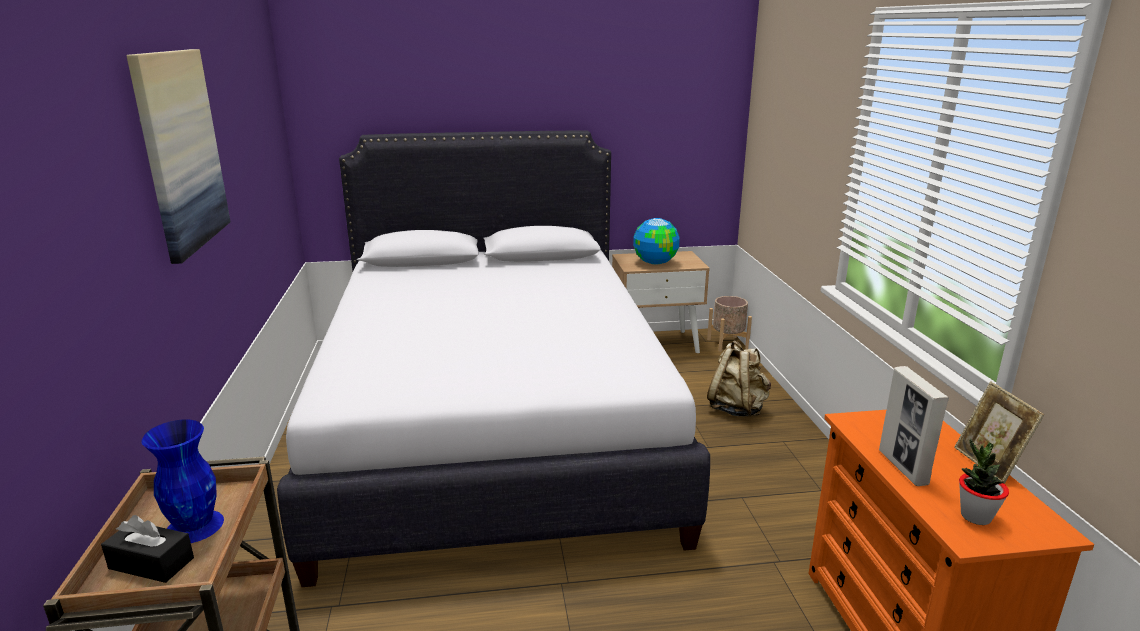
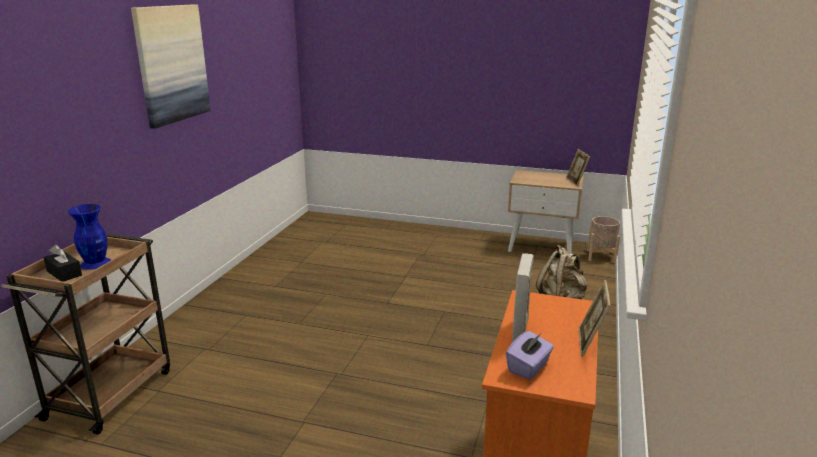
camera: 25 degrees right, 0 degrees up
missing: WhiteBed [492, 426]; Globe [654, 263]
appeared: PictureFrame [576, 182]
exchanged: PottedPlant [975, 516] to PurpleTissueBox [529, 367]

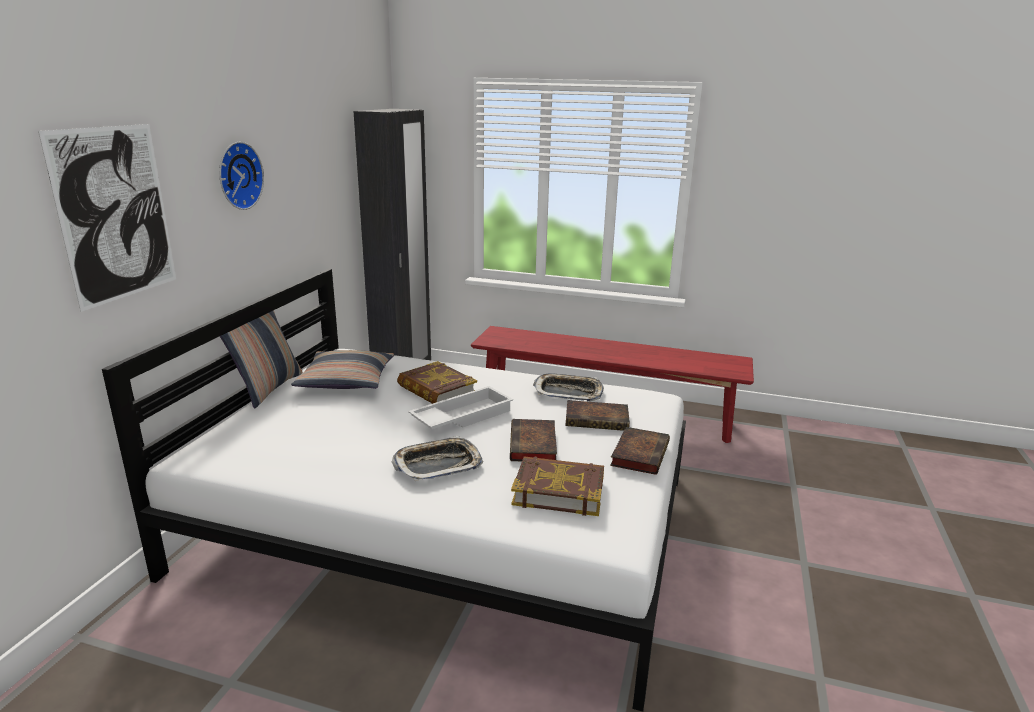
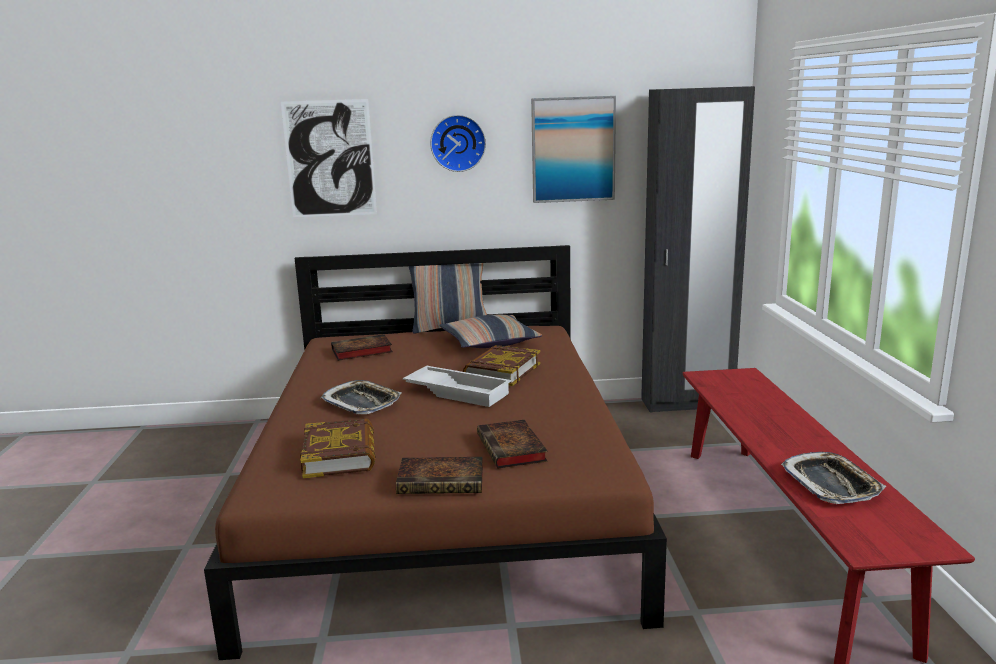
camera: 70 degrees right, 5 degrees down
appeared: Picture [573, 149]
relocated: Book [533, 445] to [360, 351]; Tray [568, 392] to [831, 484]
colour: WhiteBed [447, 522] to BrownBed [445, 495]

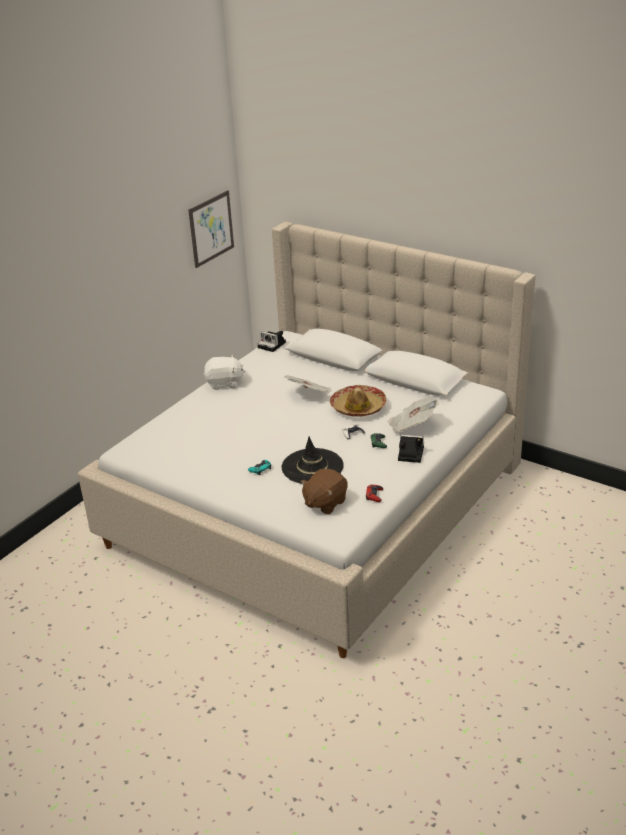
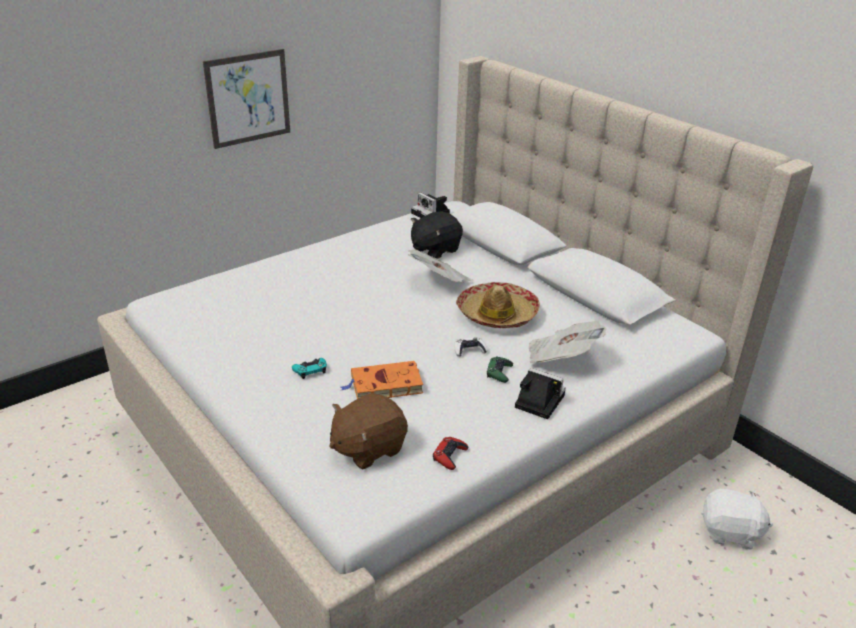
camera: 15 degrees right, 0 degrees up
appeared: BlackPlushToy [435, 249]
relocated: Picture [211, 228] to [248, 98]; WhitePlushToy [224, 383] to [730, 532]
exchanged: BlackHat [312, 467] to OrangeBook [384, 385]

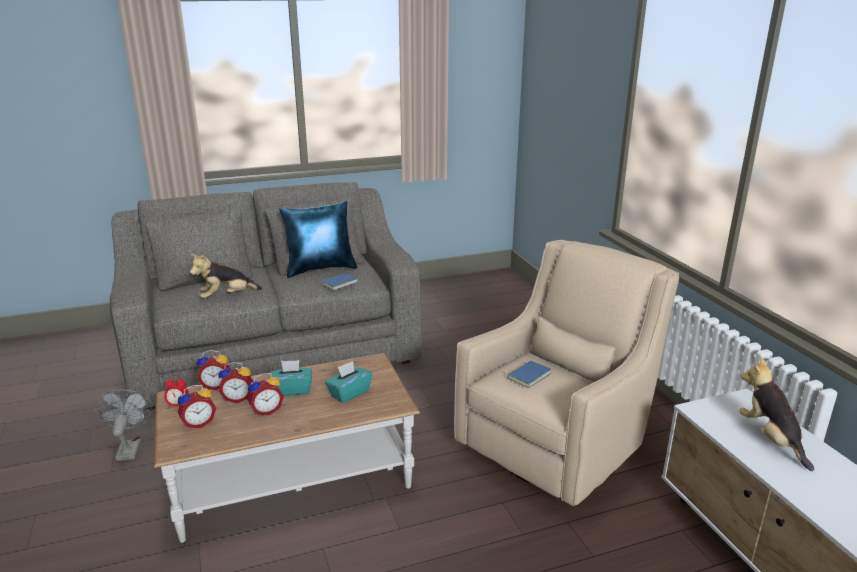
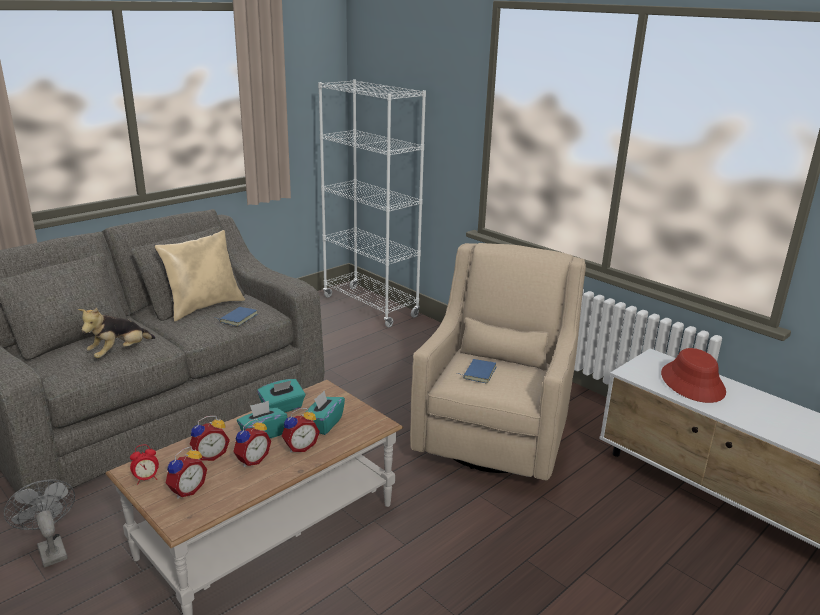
camera: 25 degrees left, 0 degrees up
appeared: TurquoiseTissueBox [282, 408]; WhiteBookcase [370, 307]
relocated: AlarmClock [216, 385] to [300, 447]
exchanged: PlushToy [770, 439] to RedHat [692, 383]
colour: BluePillow [320, 269] to BeigePillow [204, 307]

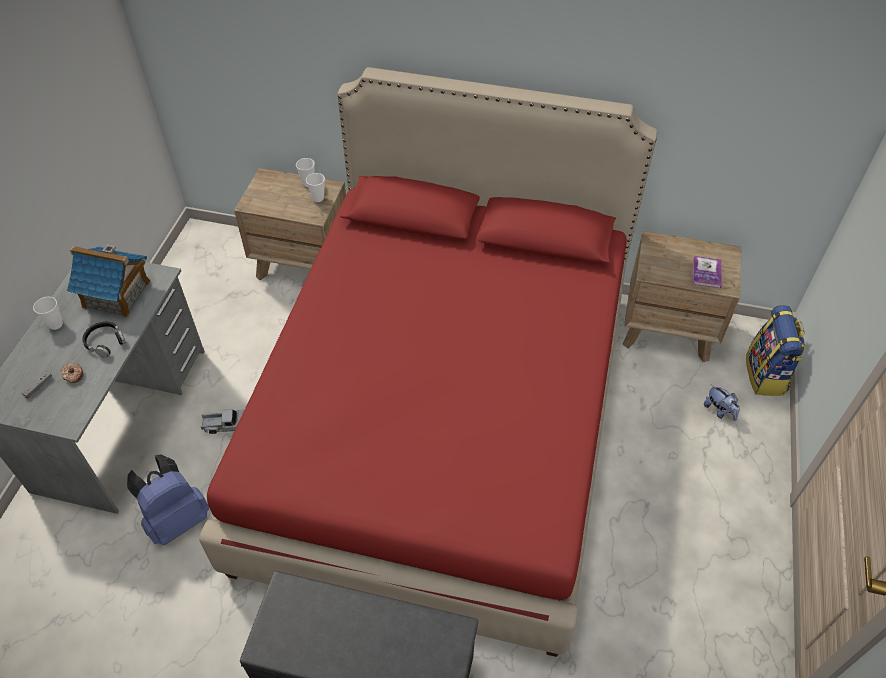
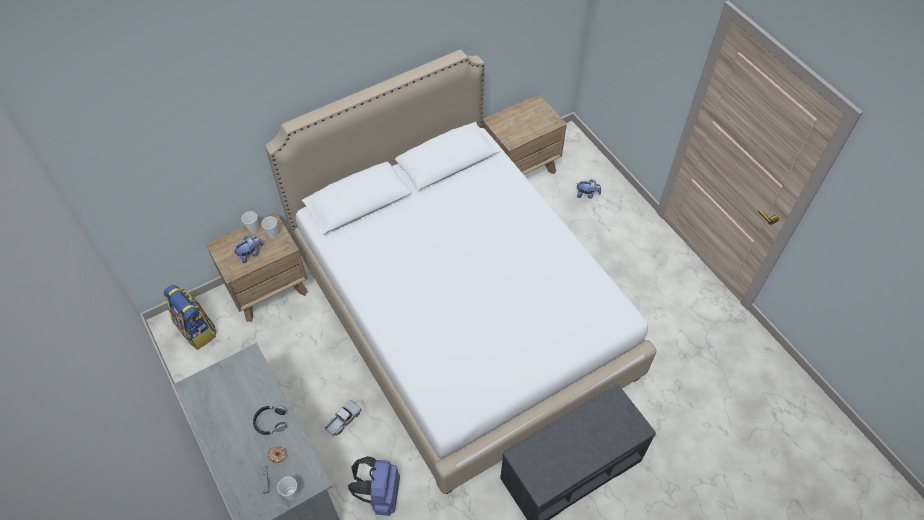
camera: 45 degrees left, 5 degrees up
missing: ToyHouse [117, 294]; Book [706, 273]
appeared: PlushToy [250, 254]
relocated: Cup [56, 324] to [291, 494]; Backpack [766, 375] to [197, 330]
colour: RedBed [442, 421] to WhiteBed [461, 313]

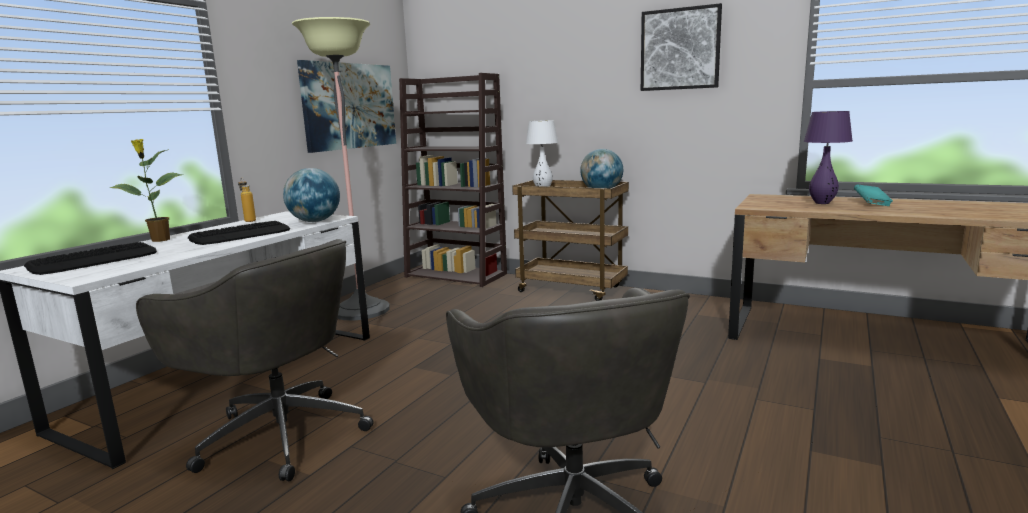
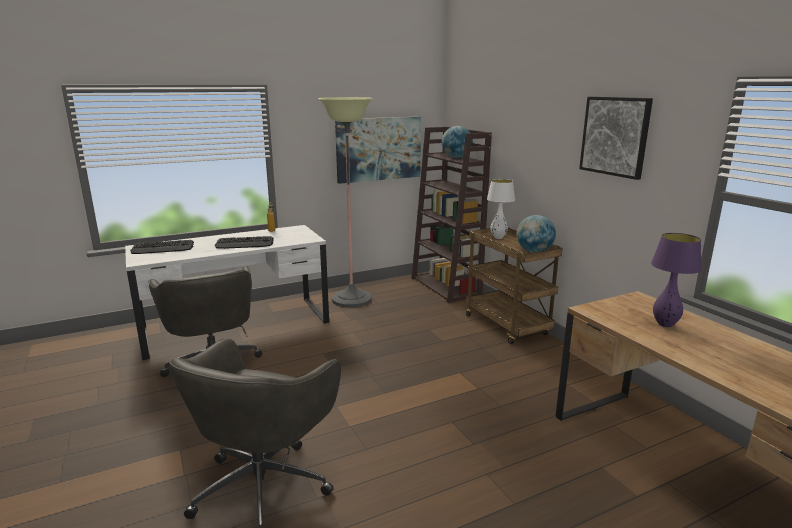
camera: 35 degrees right, 5 degrees up
missing: PottedPlant [159, 240]; TurquoiseBook [871, 204]
relocated: Globe [315, 221] to [456, 157]

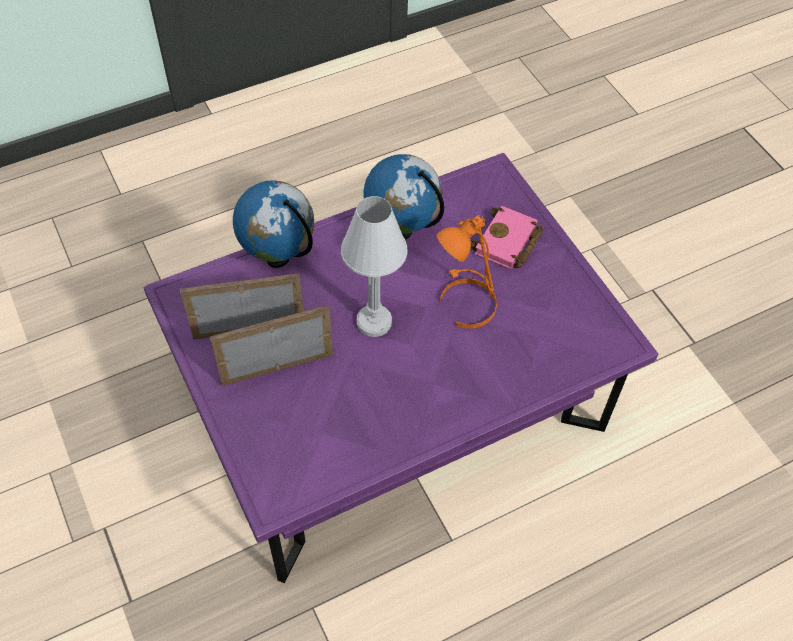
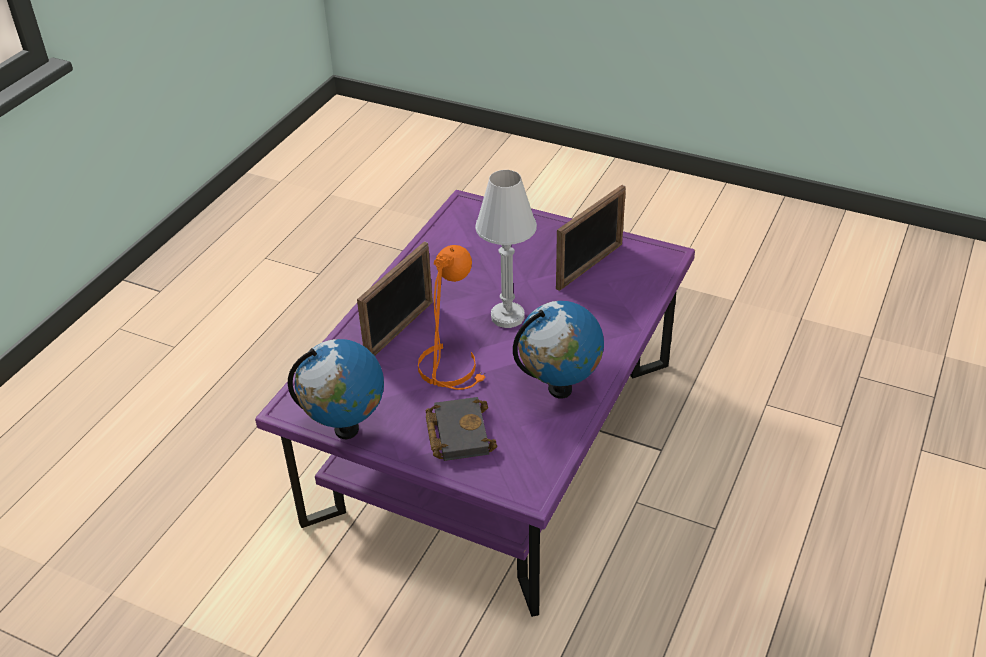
camera: 145 degrees right, 15 degrees down
relocated: PictureFrame [277, 367] to [400, 330]; Globe [278, 257] to [346, 429]
colour: PinkBook [507, 243] to BlackBook [457, 432]

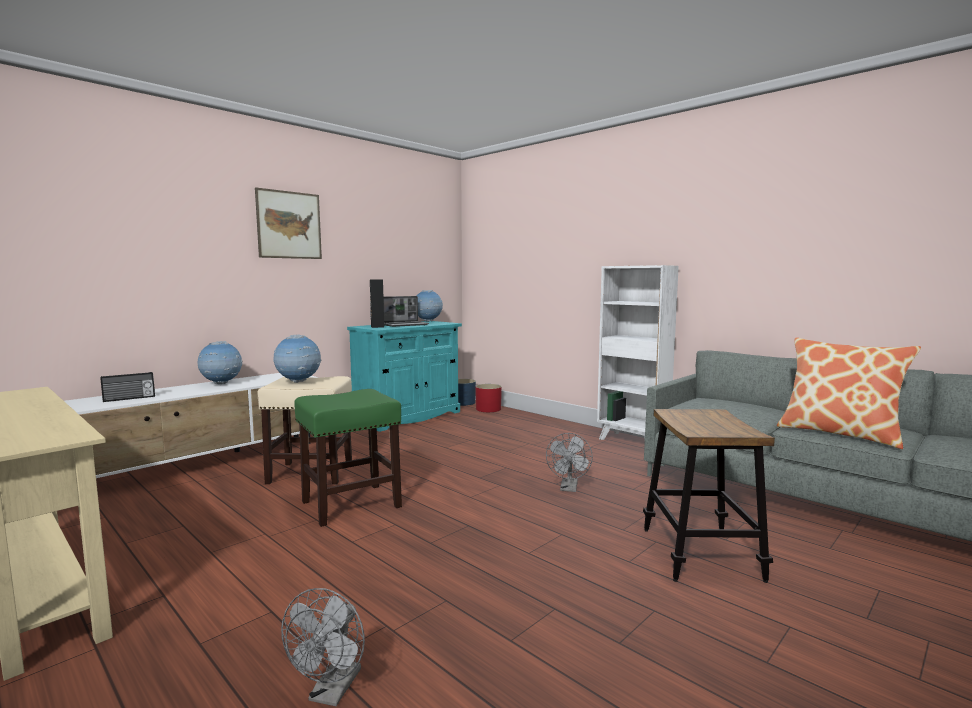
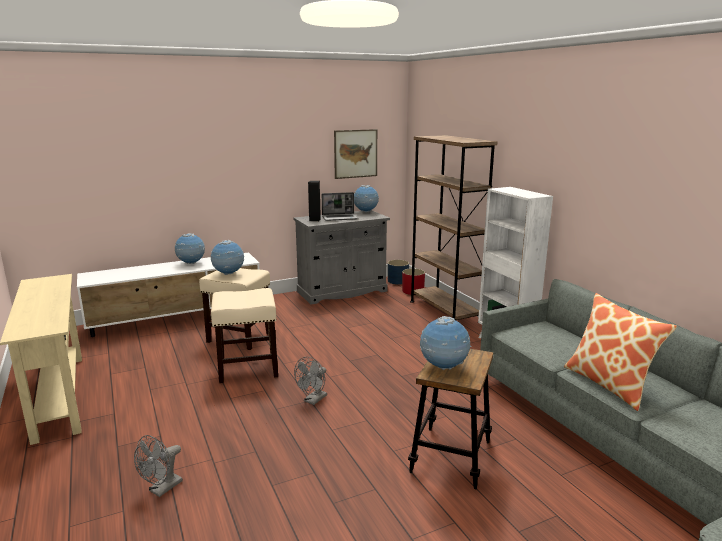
camera: 20 degrees right, 10 degrees up
missing: Radio [129, 398]
appeared: BrownBookcase [444, 311]; Globe [443, 367]
relocated: Picture [289, 225] to [355, 153]; GreyFan [569, 488] to [313, 400]
colour: GreenStool [350, 504] to BeigeStool [247, 369]; TurquoiseCabinet [408, 417] to GreyCabinet [342, 291]

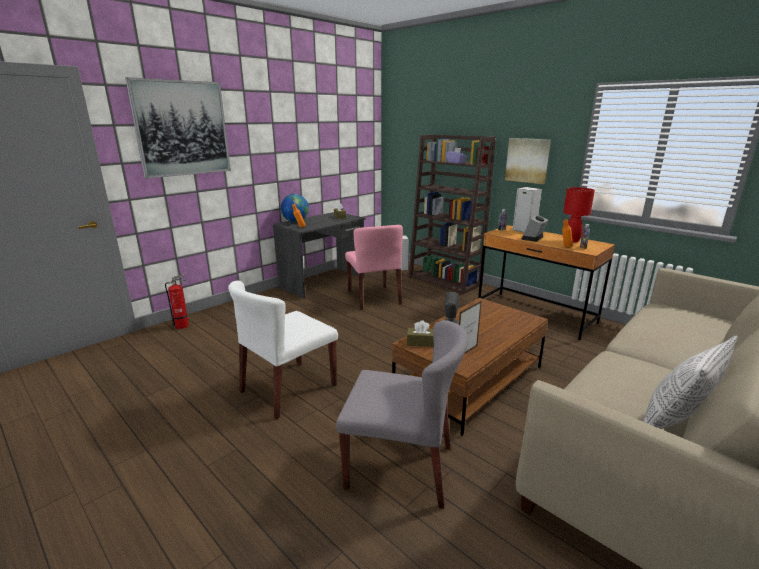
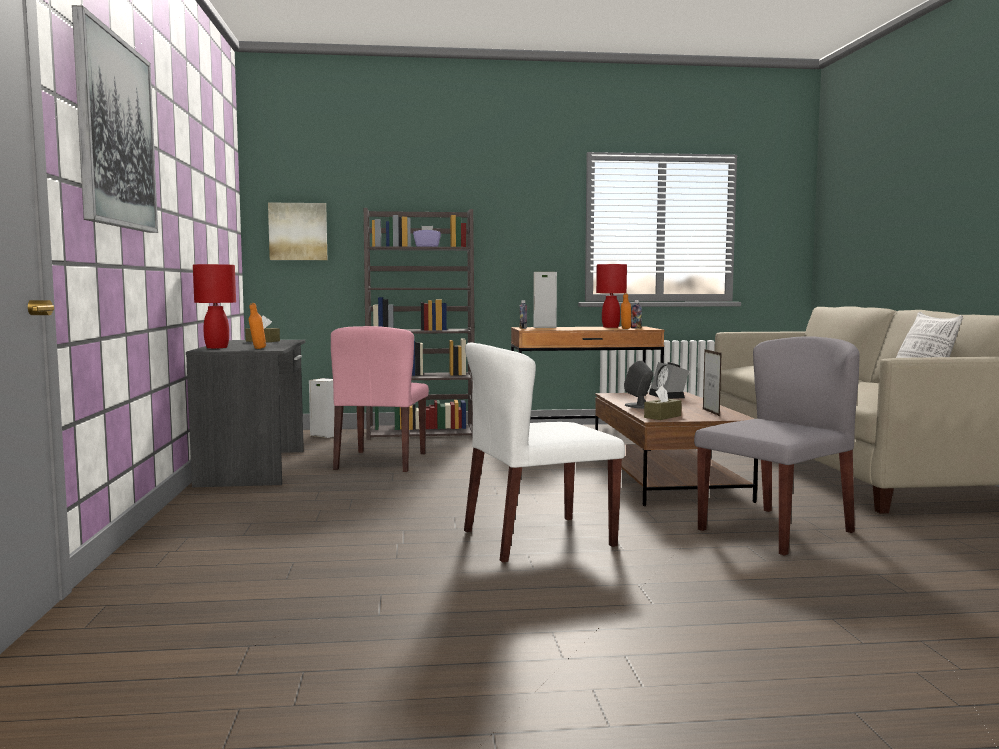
camera: 50 degrees left, 15 degrees down
missing: FireExtinguisher [184, 325]
relocated: Picture [527, 160] to [298, 231]; AlarmClock [533, 238] to [669, 396]
exchanged: Globe [295, 222] to RedTableLamp [216, 347]
spun: WhiteChair [288, 389] = [537, 538] 75 degrees clockwise; PinkChair [374, 297] = [381, 461] 75 degrees clockwise

